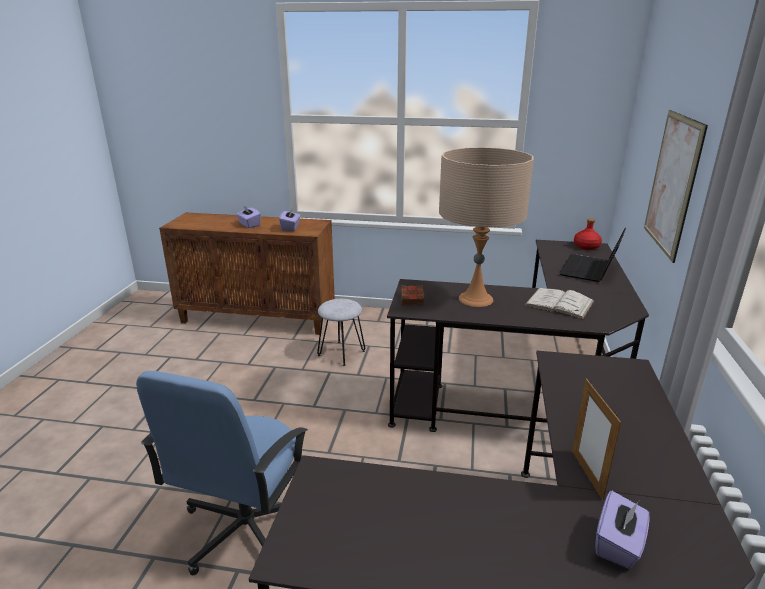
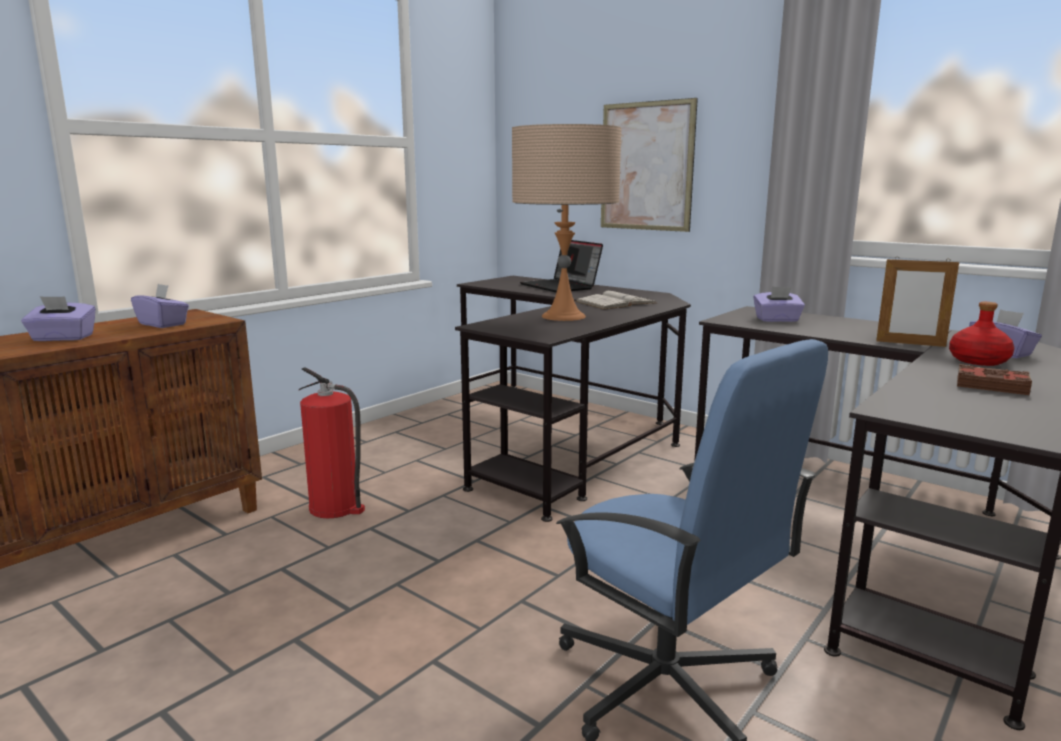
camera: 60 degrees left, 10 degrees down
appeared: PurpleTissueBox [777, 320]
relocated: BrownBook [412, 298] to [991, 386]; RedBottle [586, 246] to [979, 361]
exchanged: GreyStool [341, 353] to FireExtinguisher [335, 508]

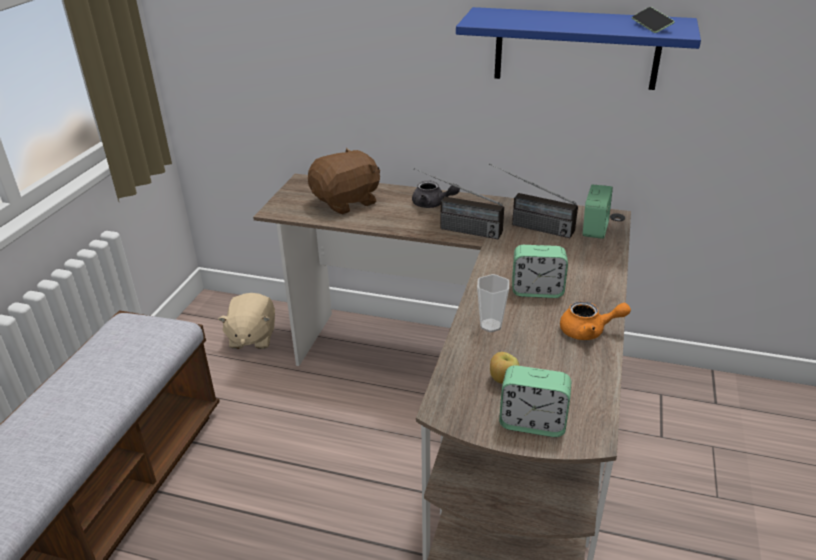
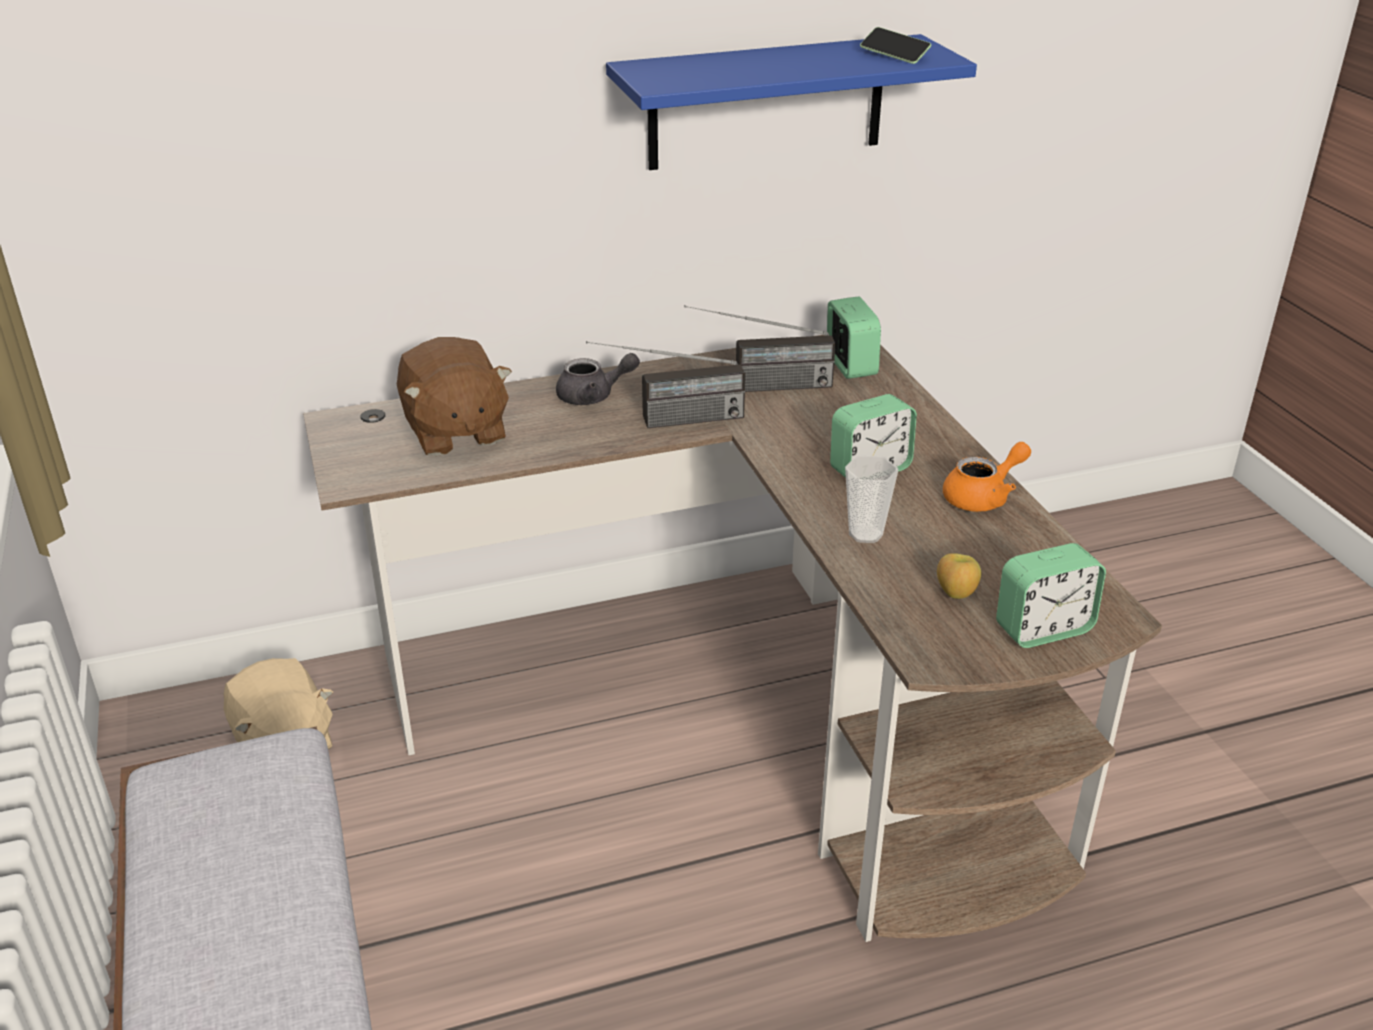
camera: 35 degrees left, 0 degrees up
spun: BrownPlushToy [347, 202] = [455, 432] 135 degrees clockwise

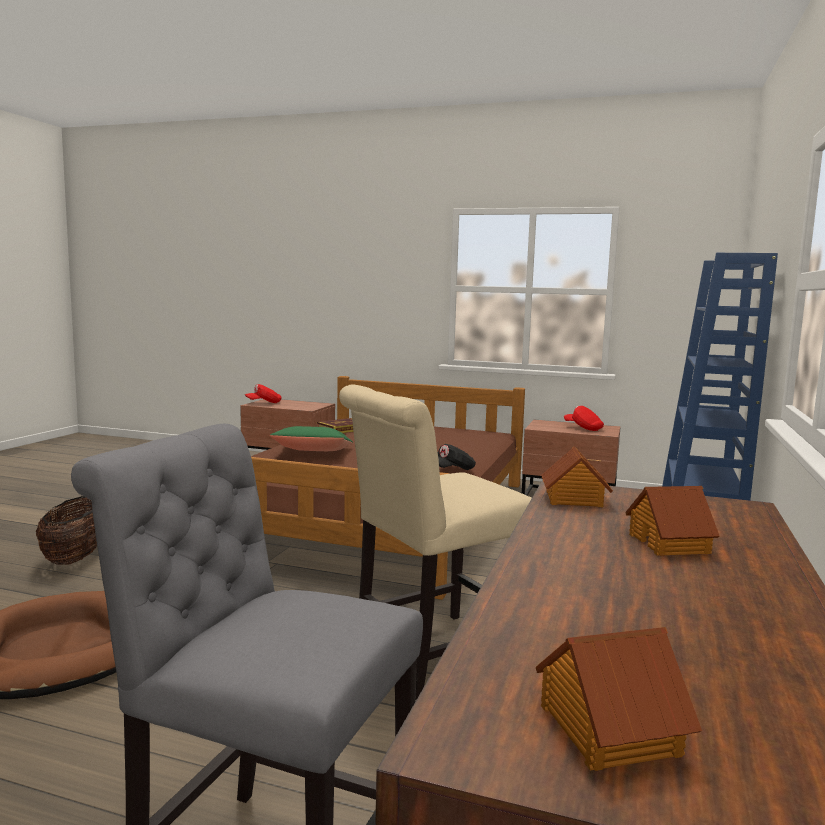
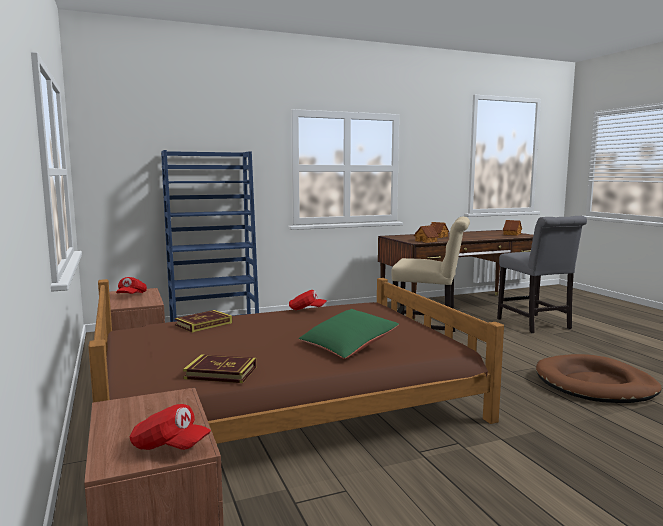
camera: 130 degrees left, 0 degrees up
missing: Basket [75, 558]
appeared: Book [204, 324]
colour: BlackCap [452, 470] to RedCap [307, 309]

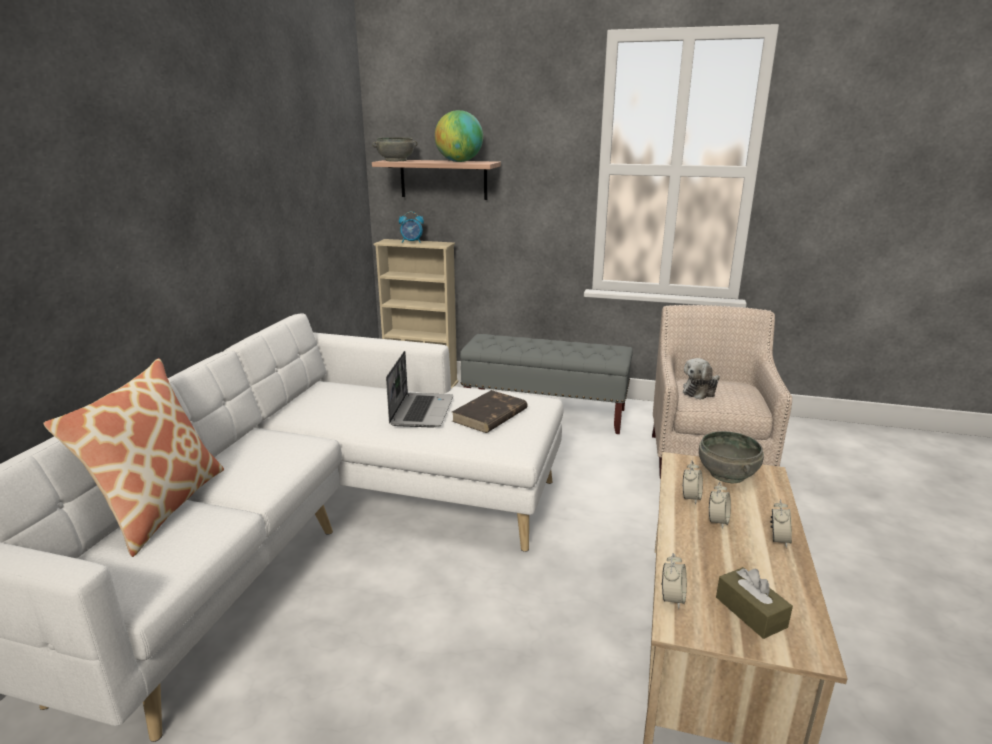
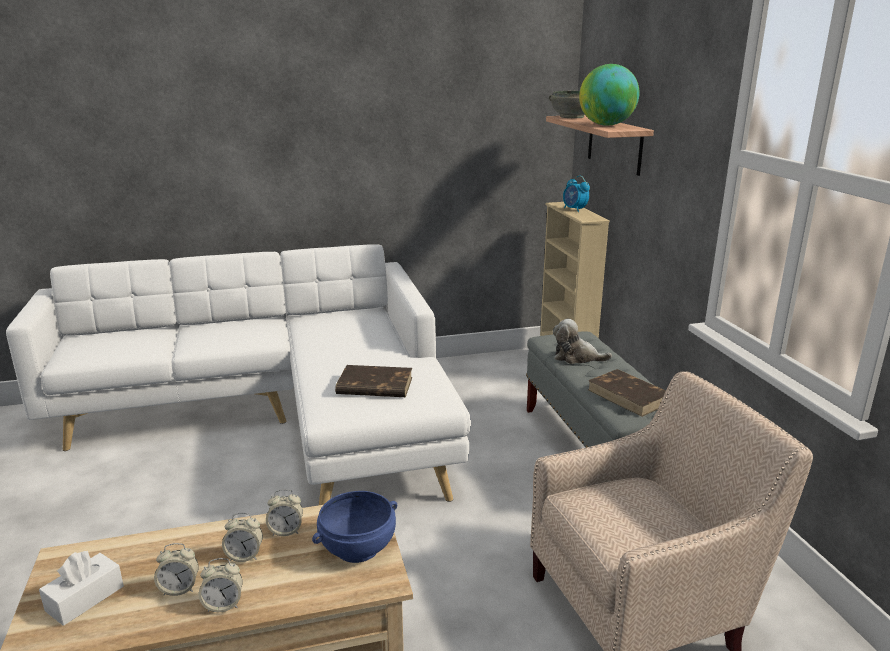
camera: 60 degrees right, 0 degrees up
missing: Pillow [160, 507]; Laptop [421, 411]
appeared: BrownBook [630, 396]
relocated: AlarmClock [672, 598] to [179, 588]; PlushToy [700, 391] to [576, 357]
colour: GreyBowl [728, 474] to BlueBowl [358, 549]; BrownTissueBox [750, 612] to WhiteTissueBox [85, 598]

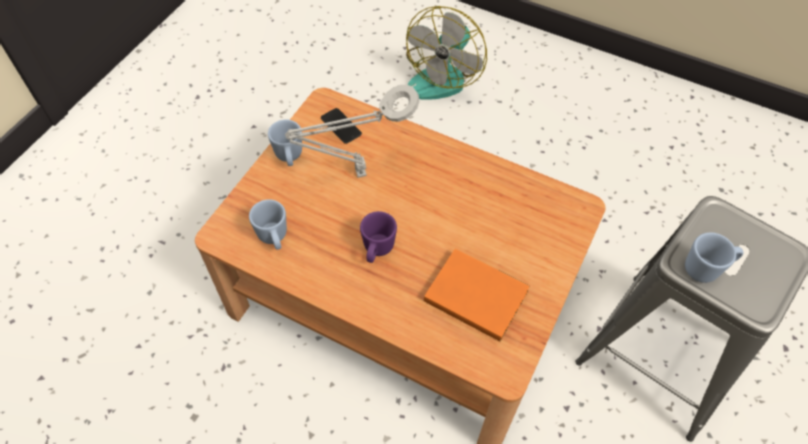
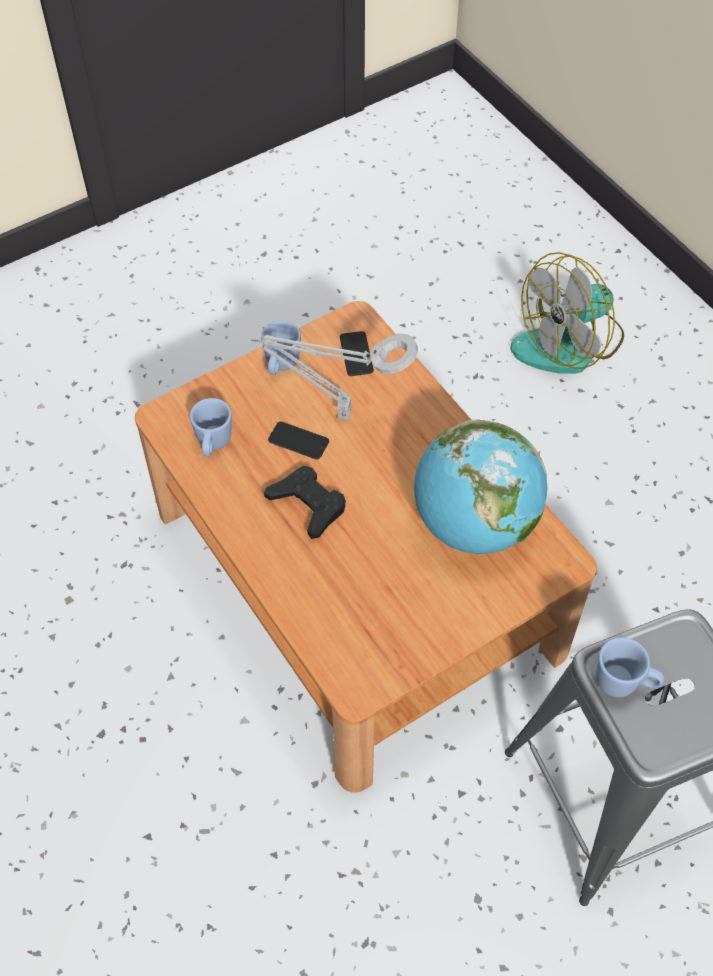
camera: 30 degrees right, 0 degrees up
missing: OrangeBook [474, 293]
appeared: Phone [298, 441]; Globe [474, 524]
exchanged: PurpleMug [377, 250] to BlackGameController [308, 504]

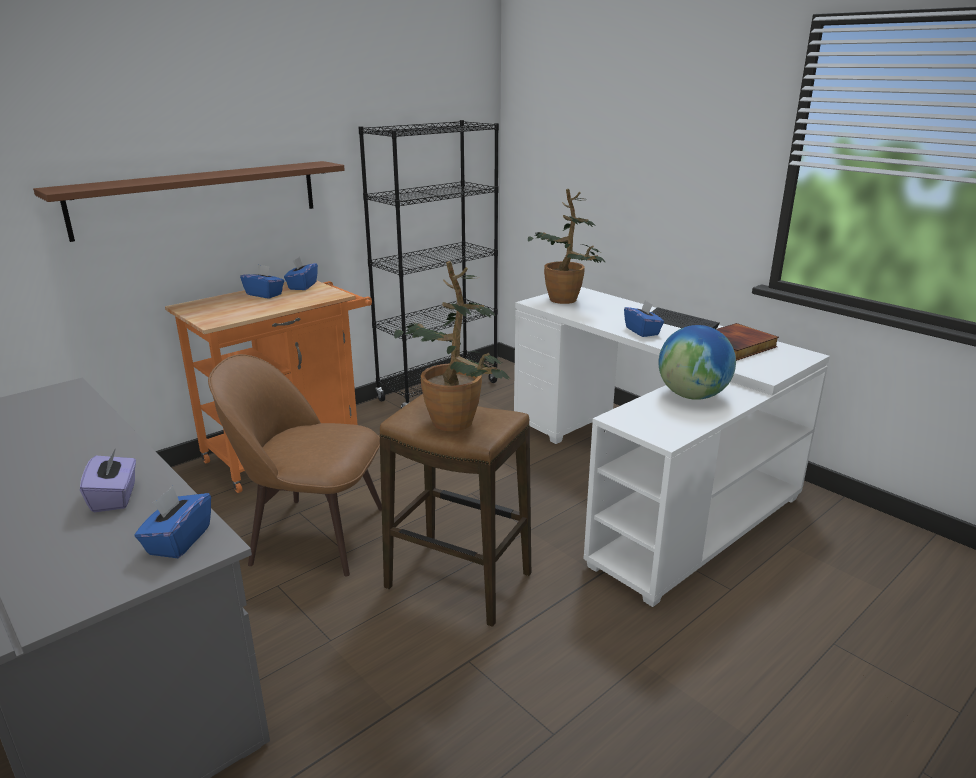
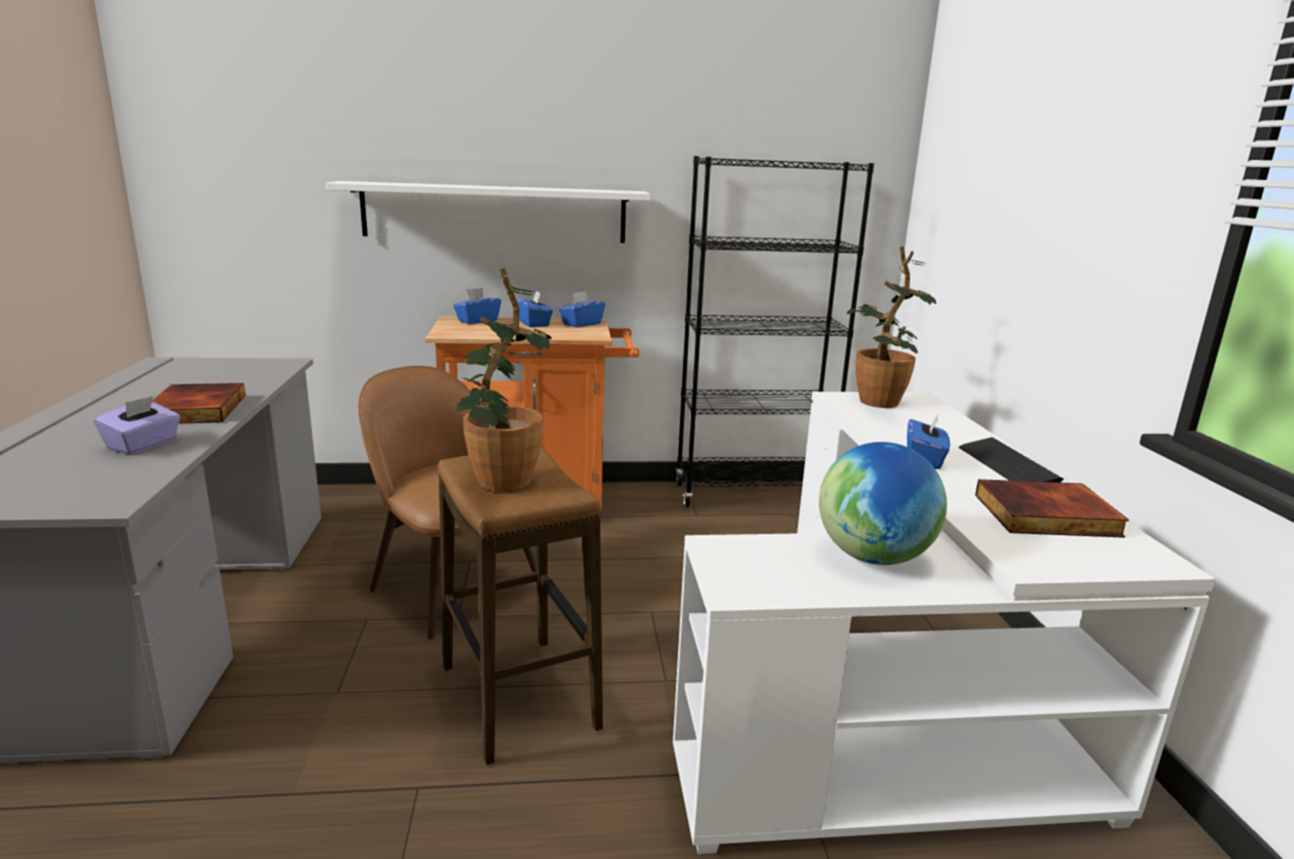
camera: 35 degrees right, 5 degrees down
appeared: Book [194, 409]
relocated: BlueTissueBox [178, 540] to [477, 321]
colour: BrownShelf [199, 198] to WhiteShelf [495, 213]

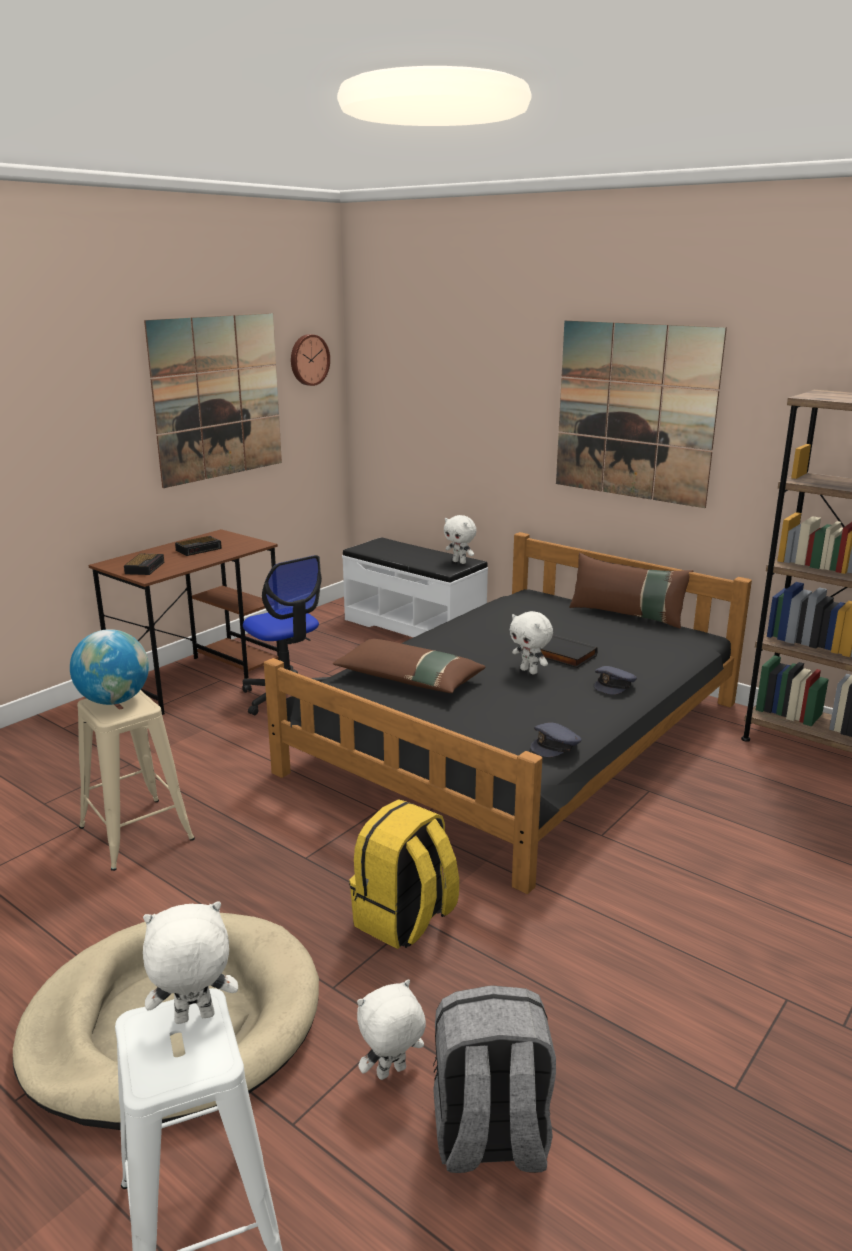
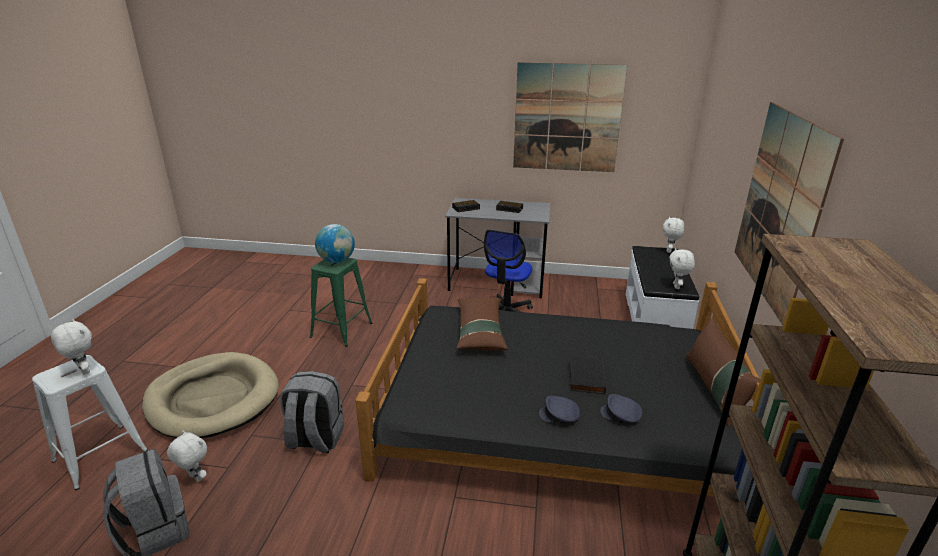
camera: 60 degrees right, 5 degrees up
missing: WallClock [308, 360]
relocated: WhitePlushToy [529, 671] to [669, 251]; GreyCap [555, 746] to [621, 415]
colour: BeigeStool [136, 833] to GreenStool [341, 330]; BrownDesk [199, 676] to GreyDesk [498, 283]; YellowBackpack [405, 920] to GreyBackpack [315, 439]

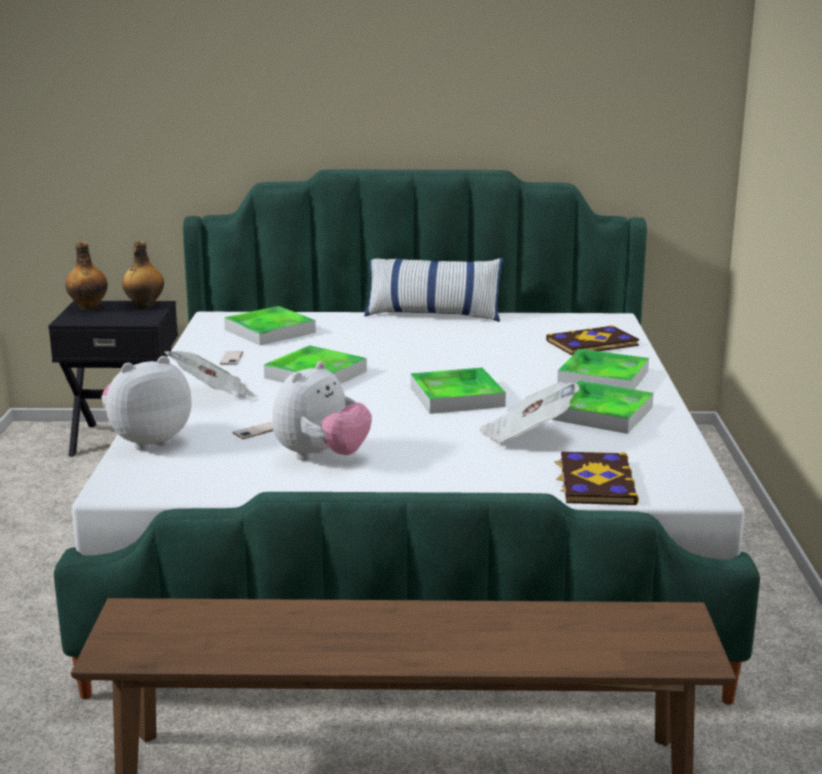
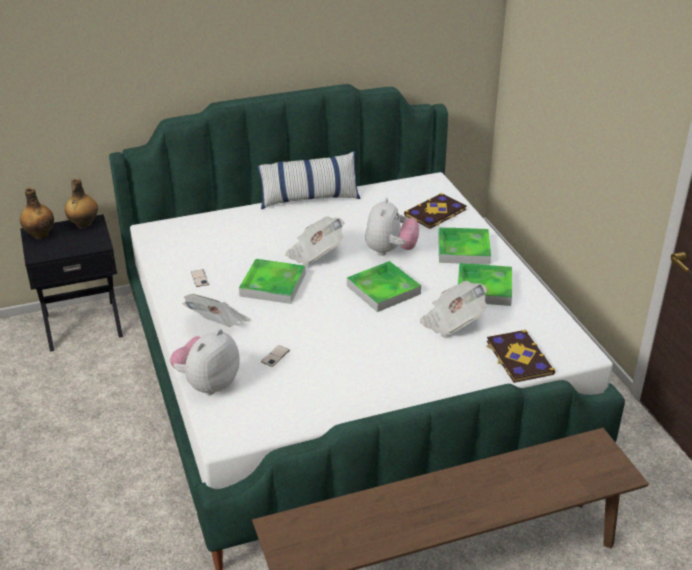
camera: 20 degrees left, 15 degrees up
missing: Tray [270, 331]
appeared: Newspaper [315, 254]
relocated: PlushToy [321, 457] to [390, 251]

